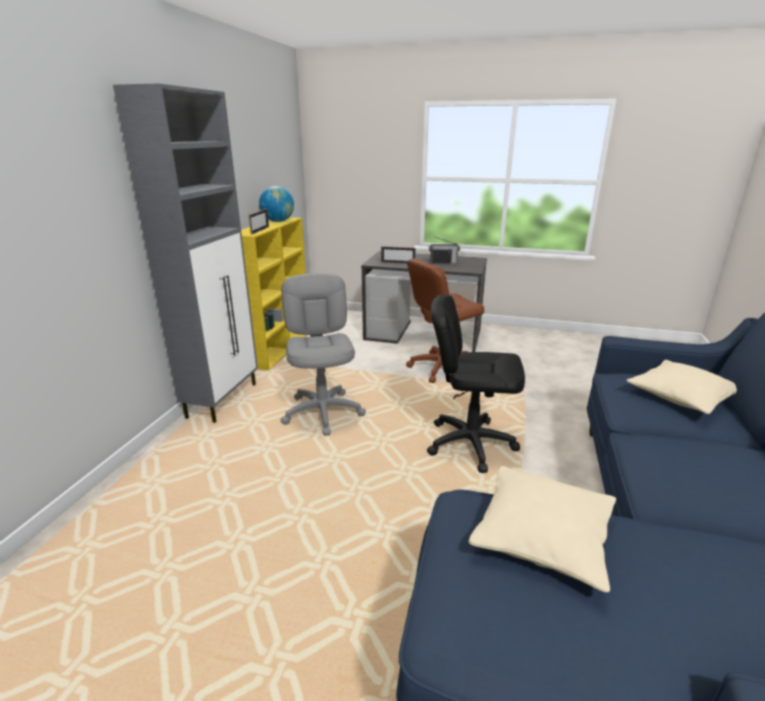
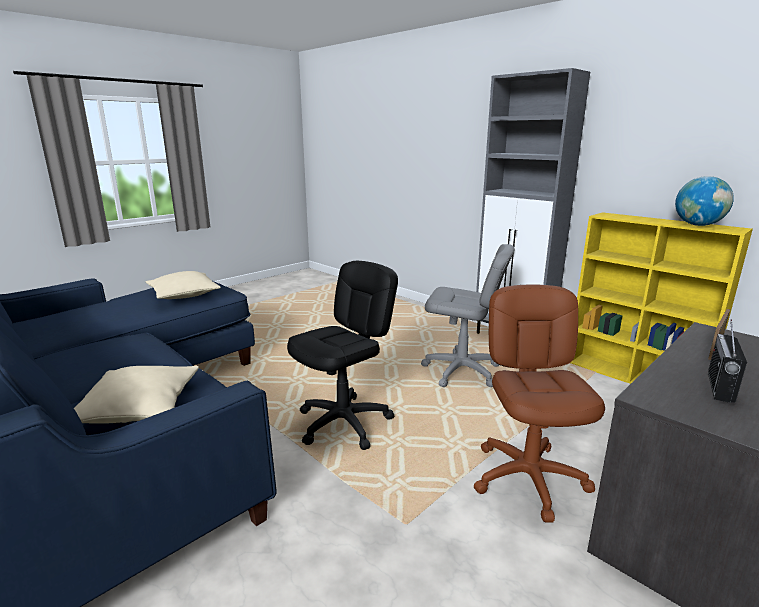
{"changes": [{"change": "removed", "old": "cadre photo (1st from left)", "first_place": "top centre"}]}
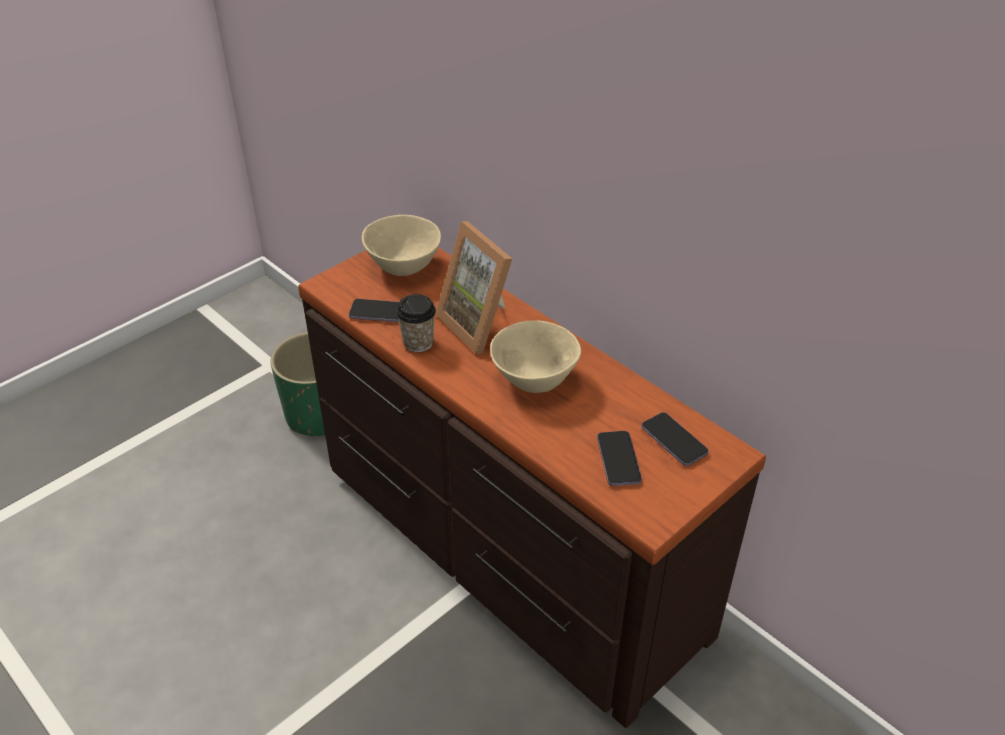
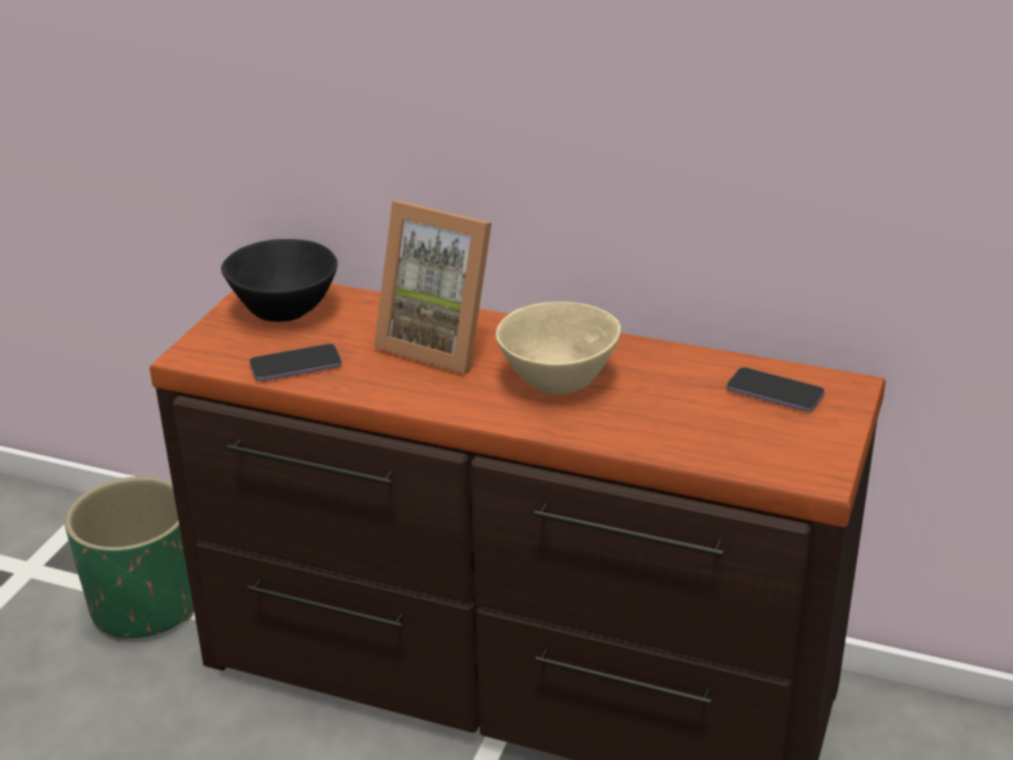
{"changes": [{"change": "recoloured", "old": "bol [beige] (1st from left)", "new": "bol [noir]", "first_place": "centre", "second_place": "middle left"}, {"change": "removed", "old": "tasse", "first_place": "centre"}, {"change": "removed", "old": "téléphone (2nd from left)", "first_place": "centre"}]}
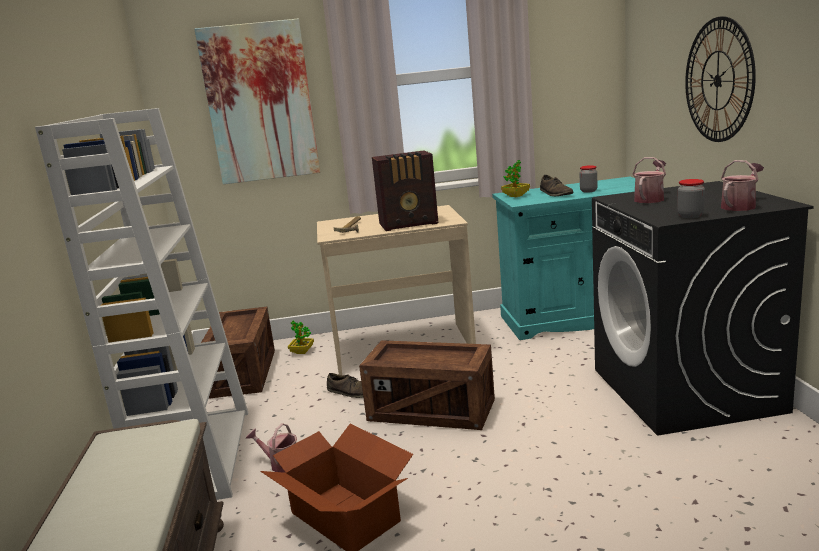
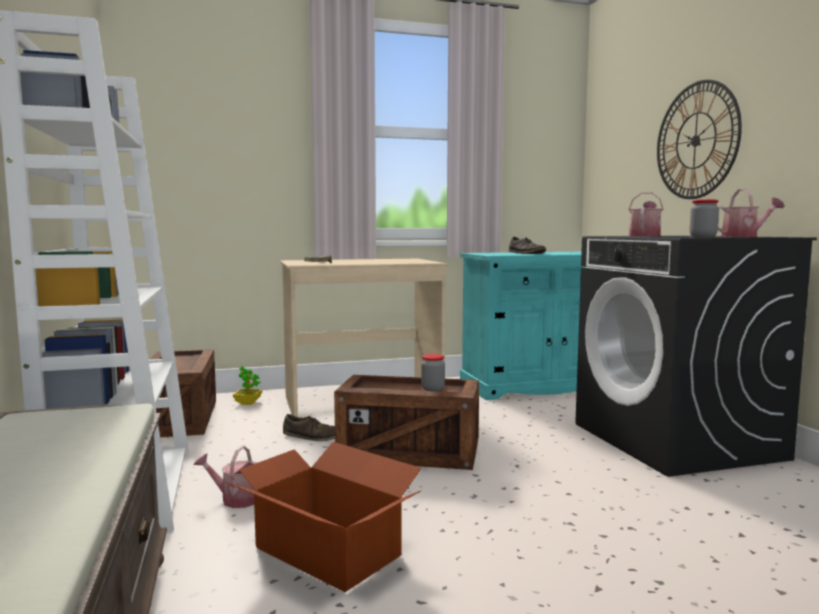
{"changes": [{"change": "removed", "old": "tableau", "first_place": "top left"}, {"change": "removed", "old": "radio", "first_place": "centre"}, {"change": "removed", "old": "plante en pot (2nd from left)", "first_place": "top centre"}, {"change": "turned", "old": "arrosoir (3rd from left)", "first_place": "middle right", "second_place": "middle right", "degrees": 45}, {"change": "moved", "old": "bocal (1st from left)", "first_place": "top right", "second_place": "centre"}]}
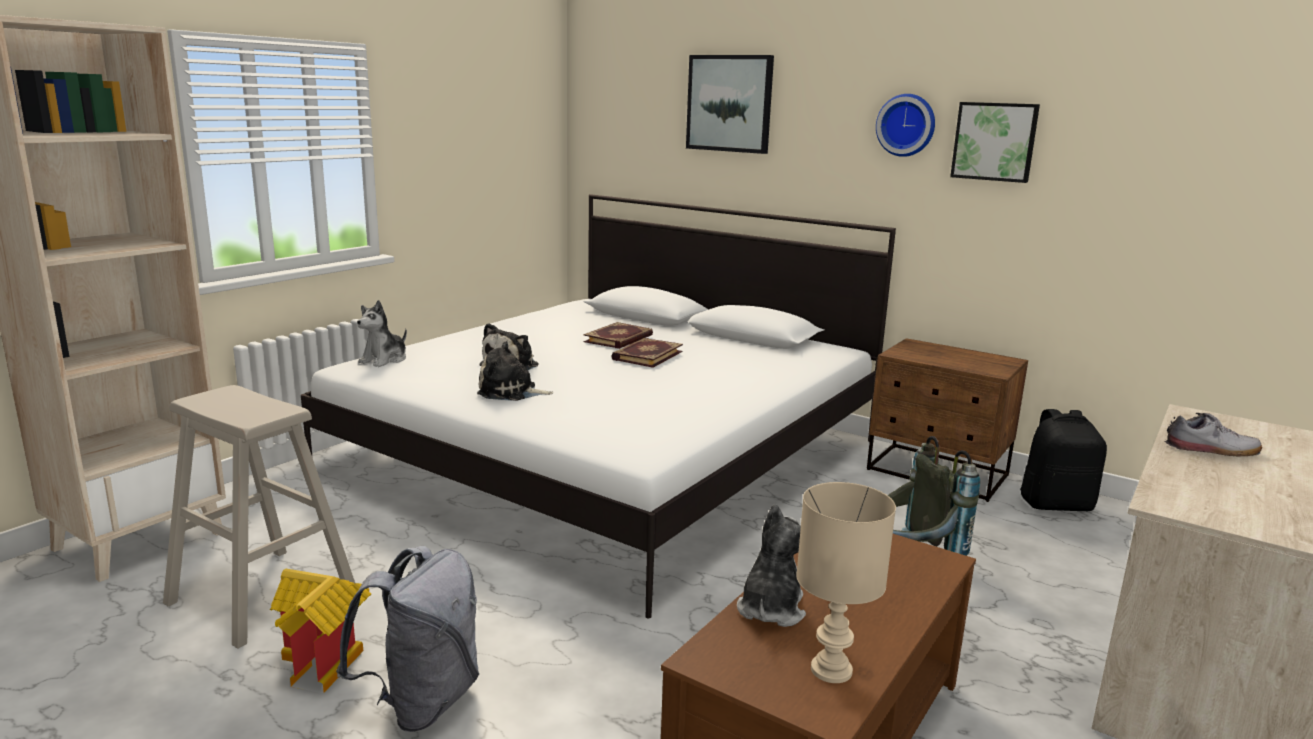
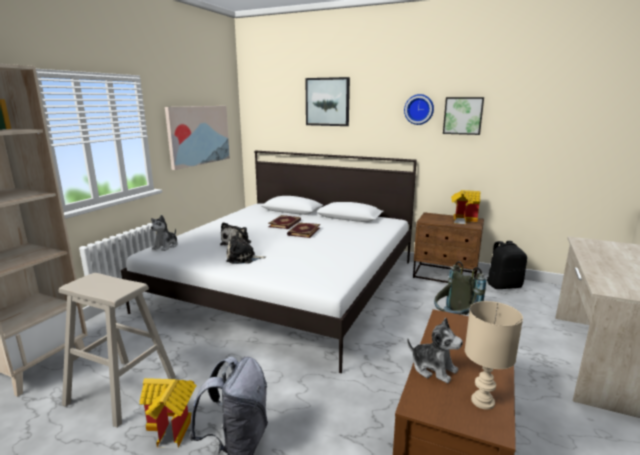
{"changes": [{"change": "removed", "old": "chaussure", "first_place": "middle right"}, {"change": "turned", "old": "peluche (4th from left)", "first_place": "bottom centre", "second_place": "bottom right", "degrees": 120}, {"change": "added", "new": "tableau (1st from left)", "second_place": "top left"}, {"change": "added", "new": "maison miniature (2nd from left)", "second_place": "middle right"}]}
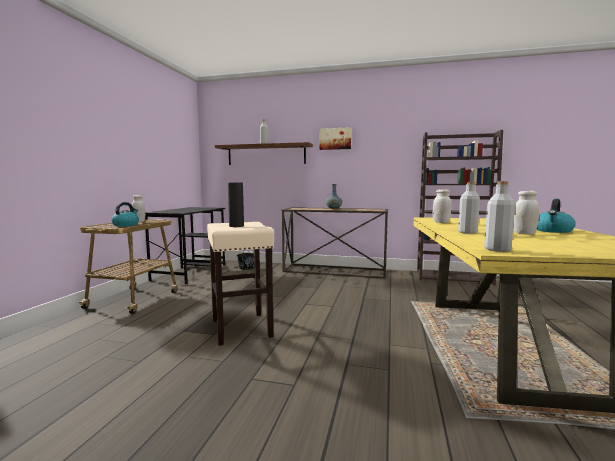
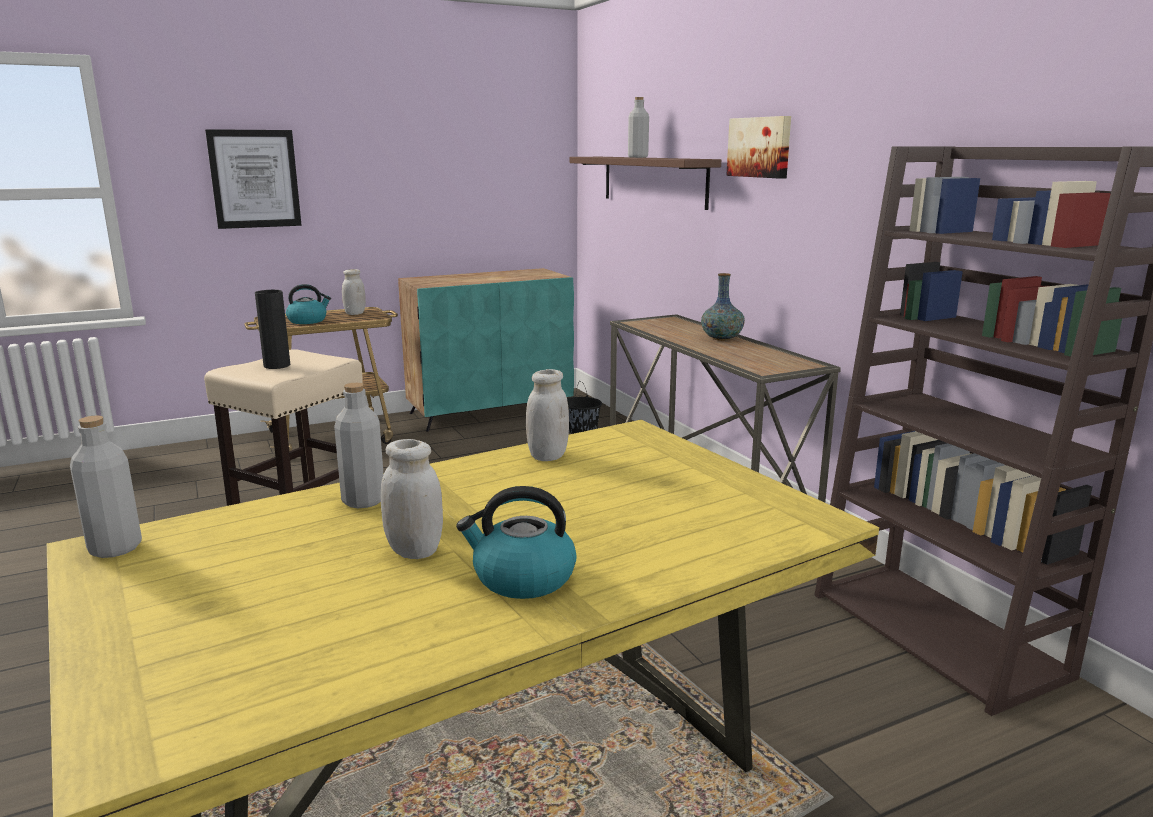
{"changes": [{"change": "replaced", "old": "bureau [noir]", "new": "meuble de rangement [turquoise]", "first_place": "middle left", "second_place": "centre"}, {"change": "added", "new": "tableau (1st from left)", "second_place": "top left"}]}
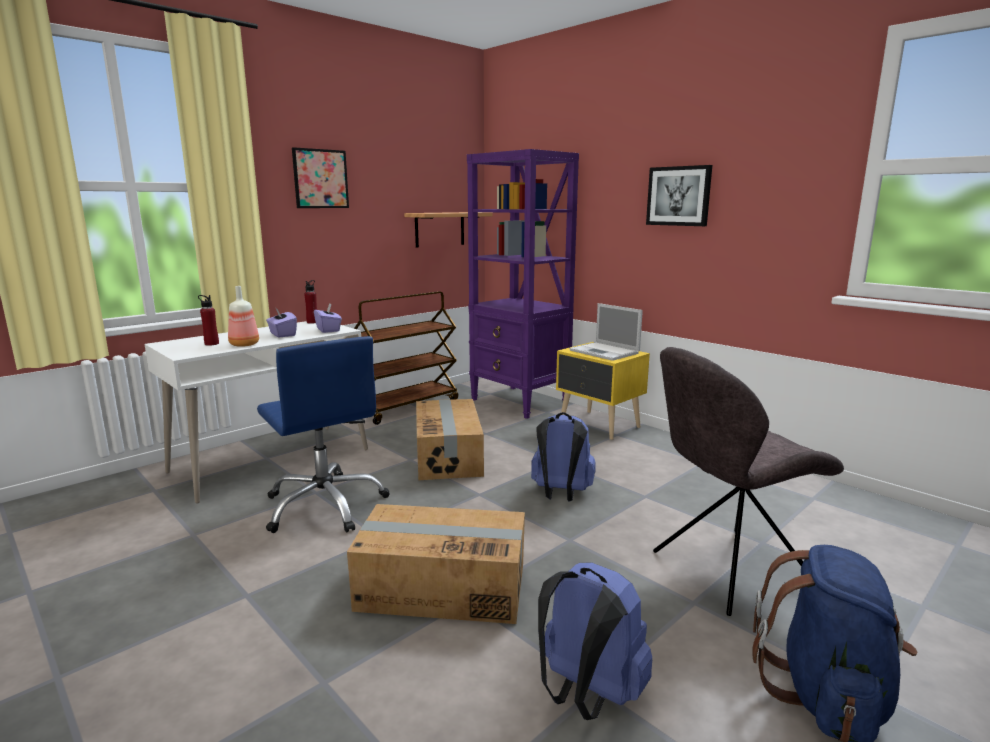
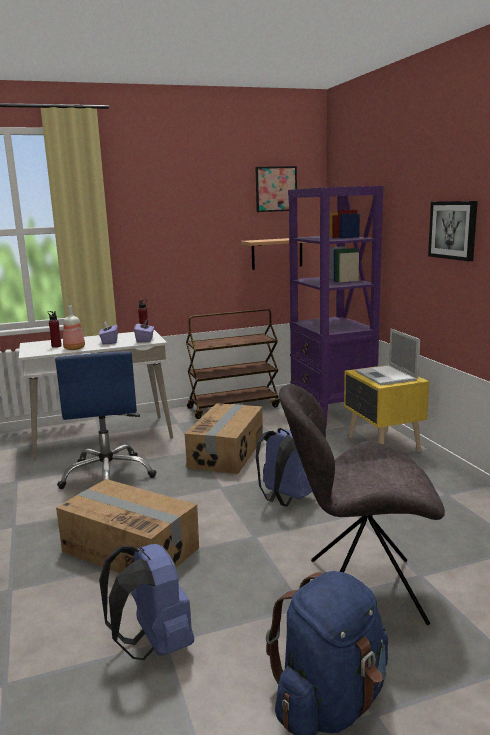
{"changes": [{"change": "moved", "old": "tableau (1st from left)", "first_place": "top left", "second_place": "top centre"}]}
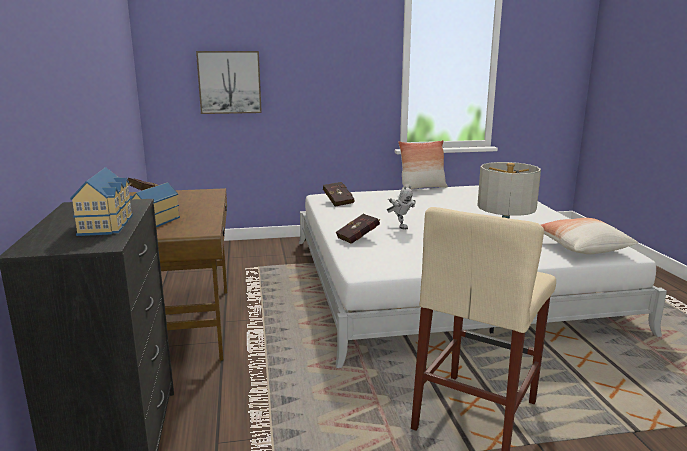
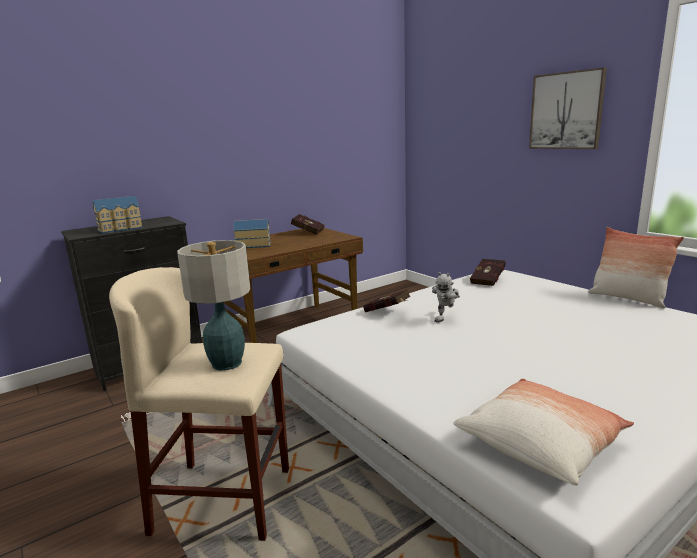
{"changes": [{"change": "moved", "old": "tableau", "first_place": "top centre", "second_place": "top right"}]}
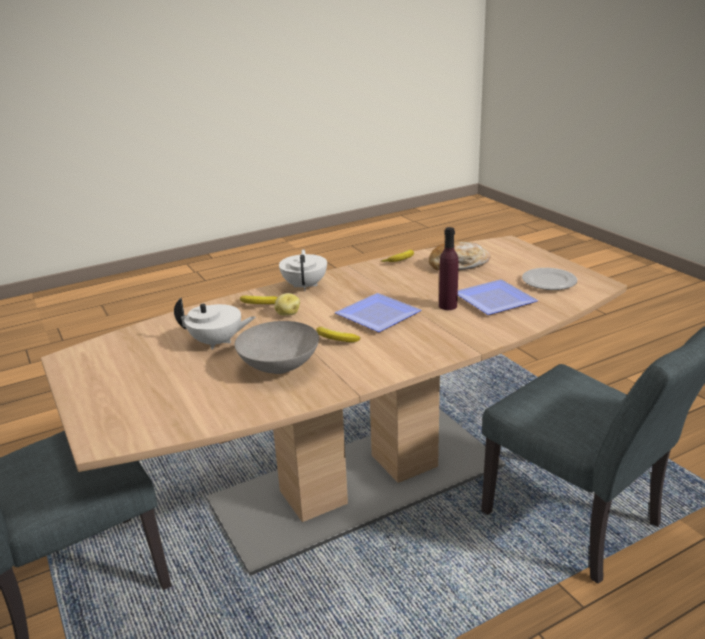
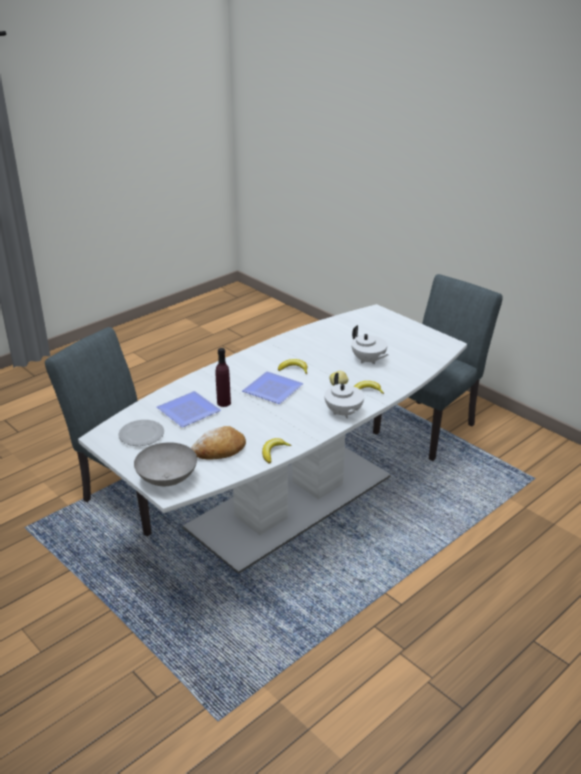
{"changes": [{"change": "recoloured", "old": "table à manger [marron]", "new": "table à manger [blanc]", "first_place": "centre", "second_place": "centre"}, {"change": "turned", "old": "théière [blanc] (1st from left in the first image)", "first_place": "middle left", "second_place": "centre", "degrees": -120}, {"change": "moved", "old": "bol [gris]", "first_place": "centre", "second_place": "middle left"}]}
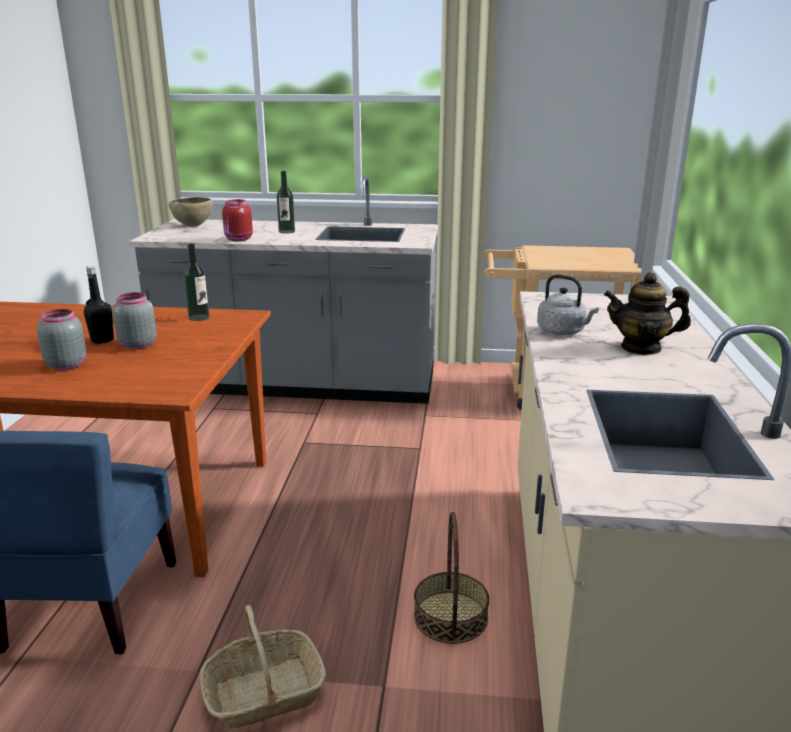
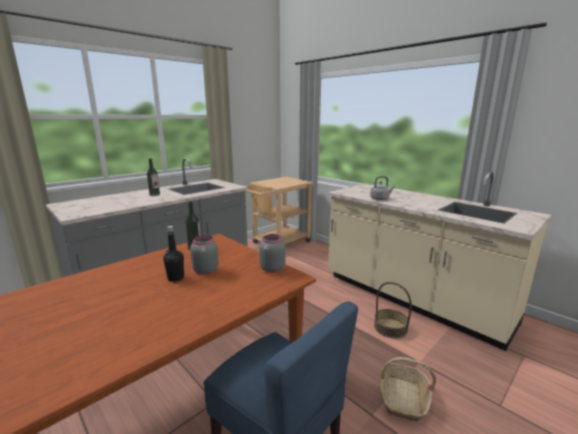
{"changes": [{"change": "removed", "old": "bol [marron]", "first_place": "top left"}, {"change": "removed", "old": "bocal [rouge]", "first_place": "top left"}, {"change": "removed", "old": "théière", "first_place": "middle right"}, {"change": "moved", "old": "bocal [gris] (1st from left in the first image)", "new": "bocal [gris] (2nd from left)", "first_place": "middle left", "second_place": "centre"}]}
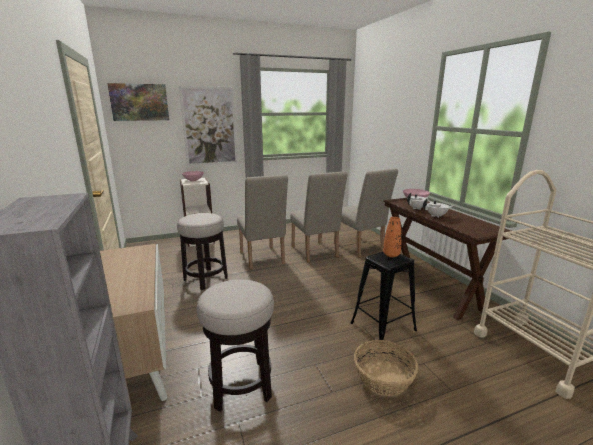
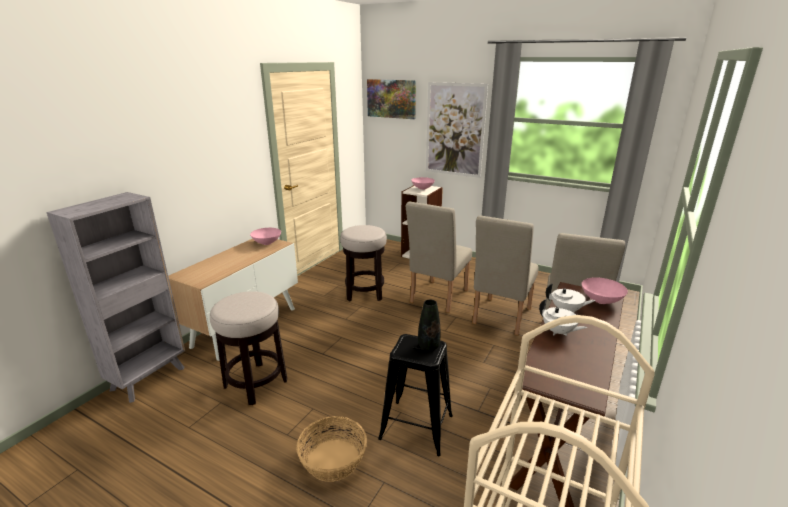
{"changes": [{"change": "recoloured", "old": "vase [orange]", "new": "vase [noir]", "first_place": "centre", "second_place": "centre"}, {"change": "added", "new": "bol [rose] (1st from left)", "second_place": "centre"}]}
